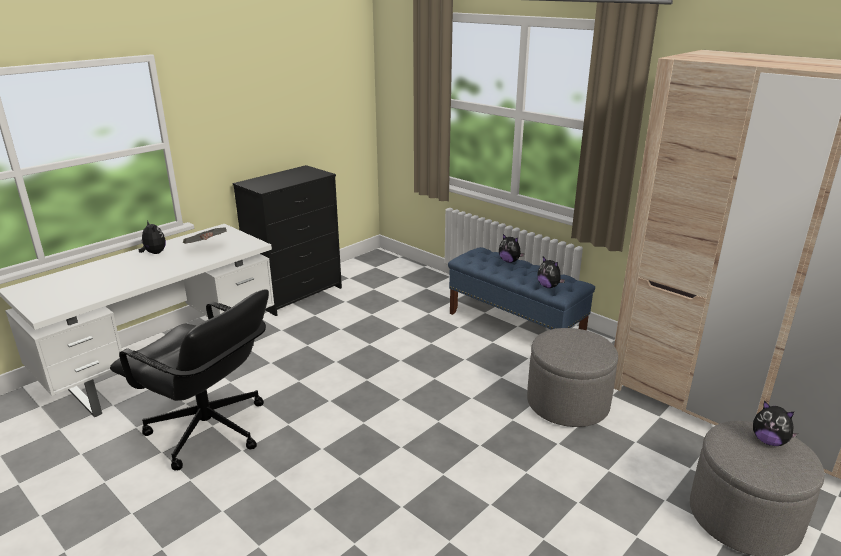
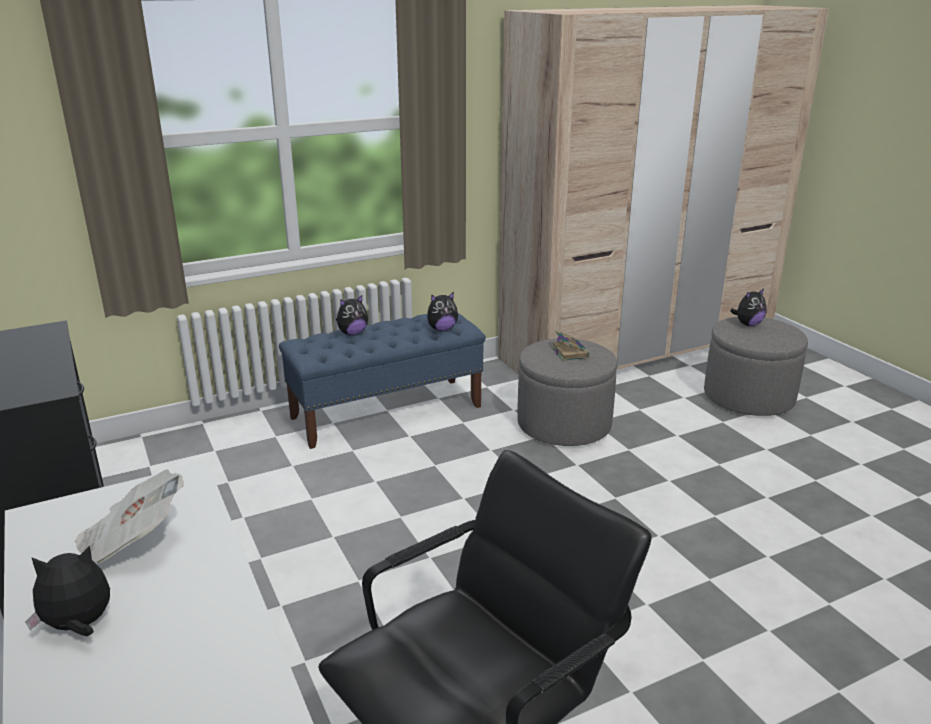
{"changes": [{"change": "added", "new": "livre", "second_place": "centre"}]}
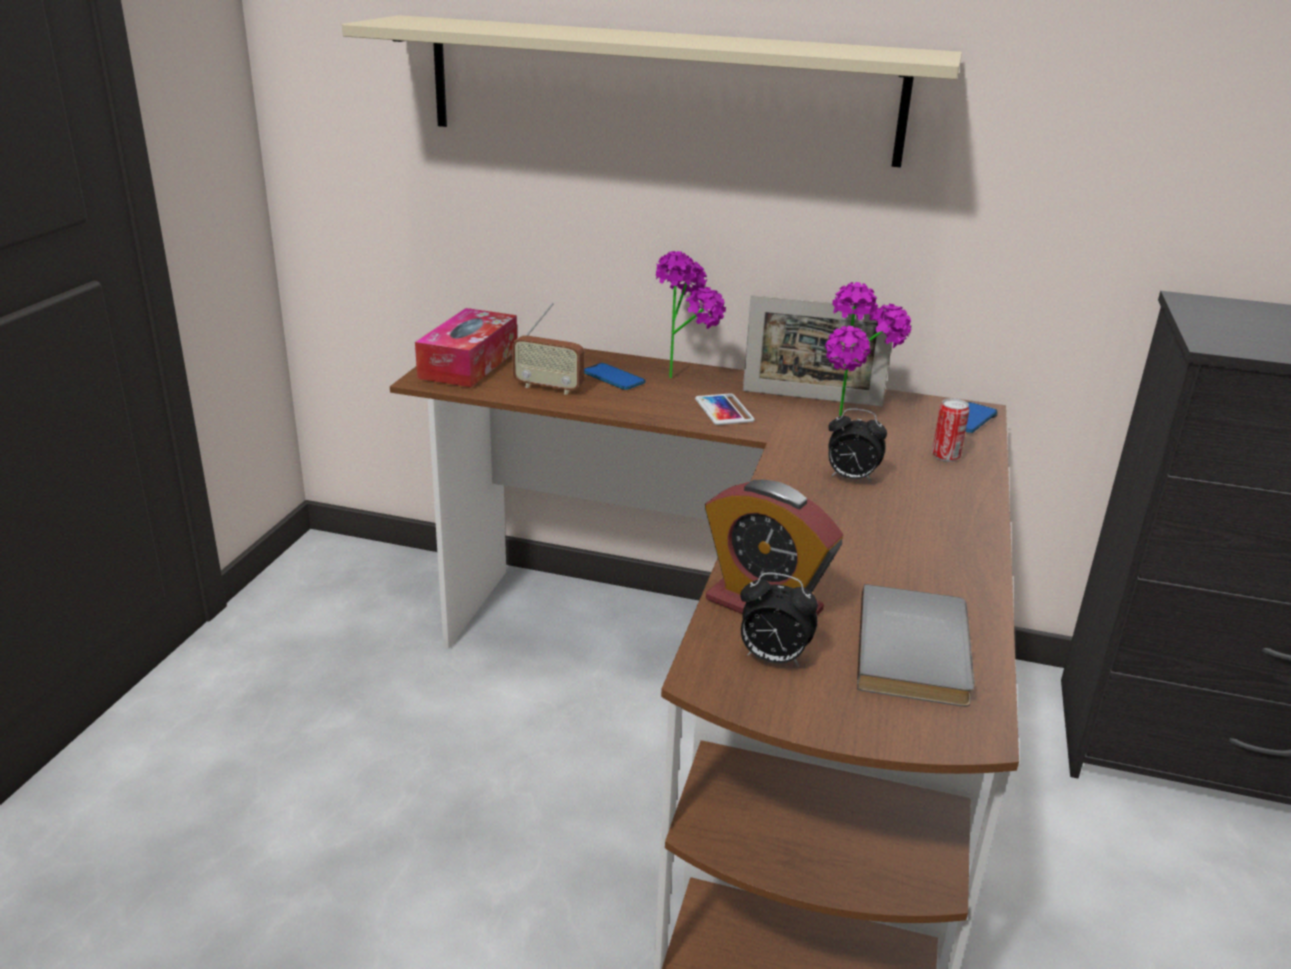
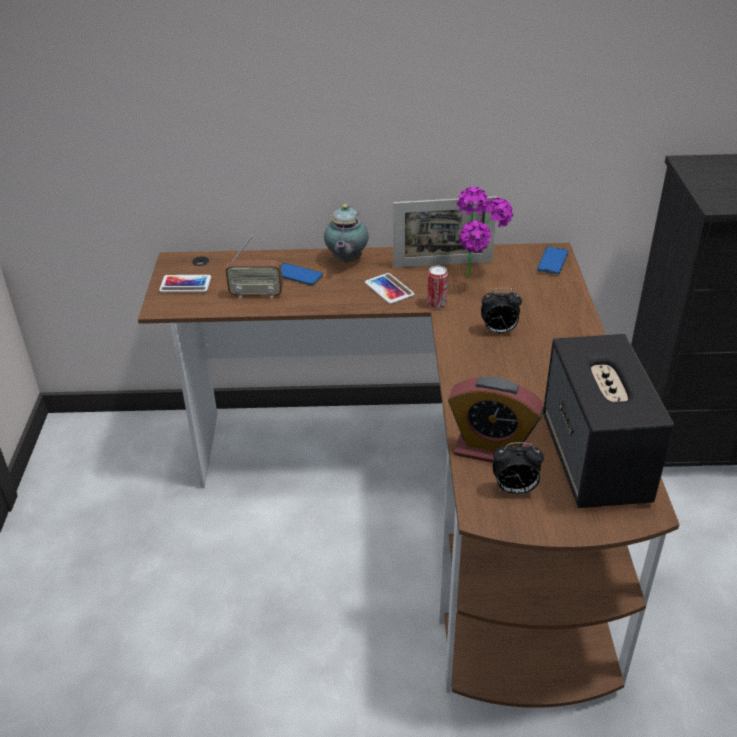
{"changes": [{"change": "removed", "old": "étagère [beige]", "first_place": "top centre"}, {"change": "replaced", "old": "plante en pot (1st from left)", "new": "théière", "first_place": "top centre", "second_place": "top centre"}, {"change": "replaced", "old": "boîte à mouchoirs", "new": "téléphone (1st from left)", "first_place": "centre", "second_place": "middle left"}, {"change": "moved", "old": "boîte métallique", "first_place": "middle right", "second_place": "centre"}, {"change": "replaced", "old": "livre [gris]", "new": "enceinte", "first_place": "middle right", "second_place": "middle right"}]}
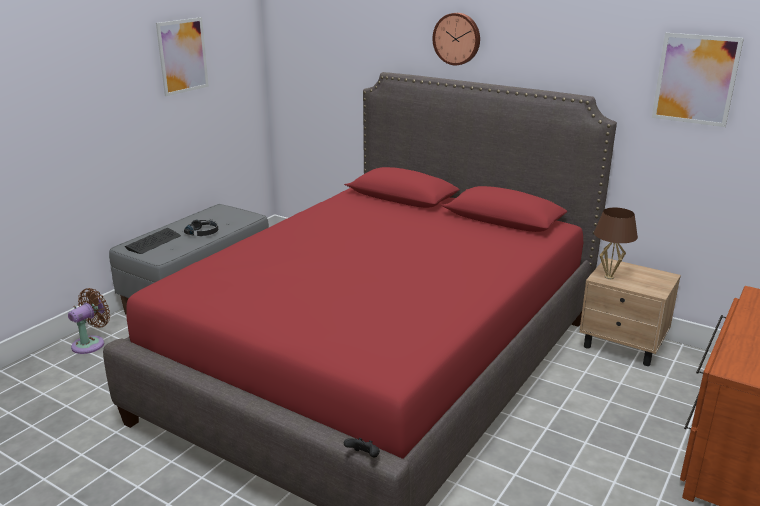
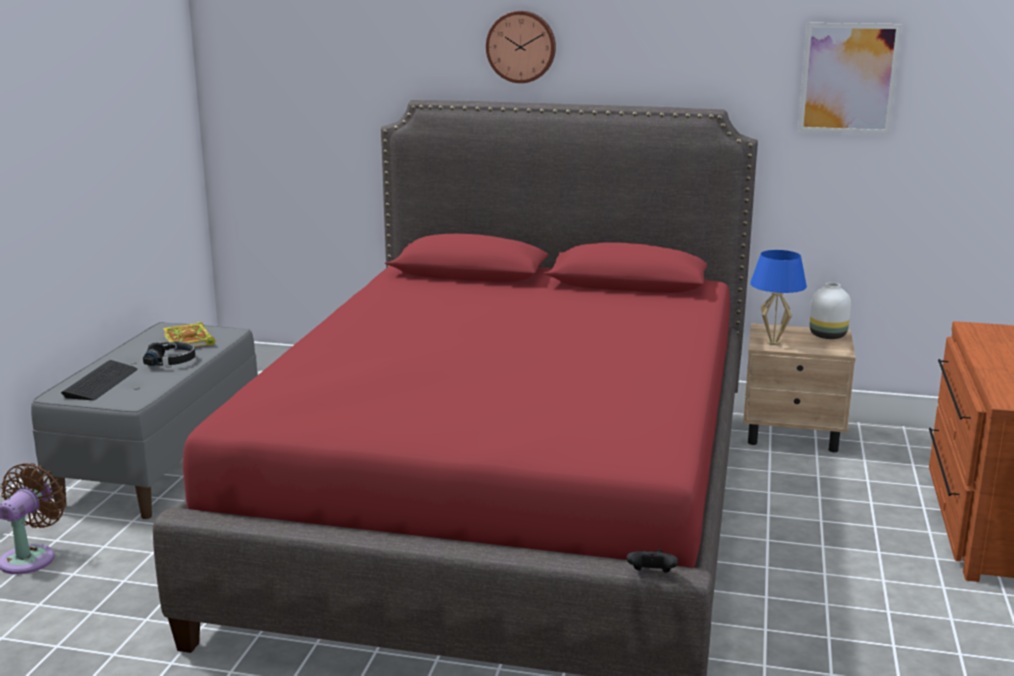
{"changes": [{"change": "removed", "old": "tableau (1st from left)", "first_place": "top left"}, {"change": "recoloured", "old": "lampe de table [marron]", "new": "lampe de table [bleu]", "first_place": "middle right", "second_place": "middle right"}, {"change": "added", "new": "vase [blanc]", "second_place": "middle right"}, {"change": "added", "new": "livre", "second_place": "middle left"}]}
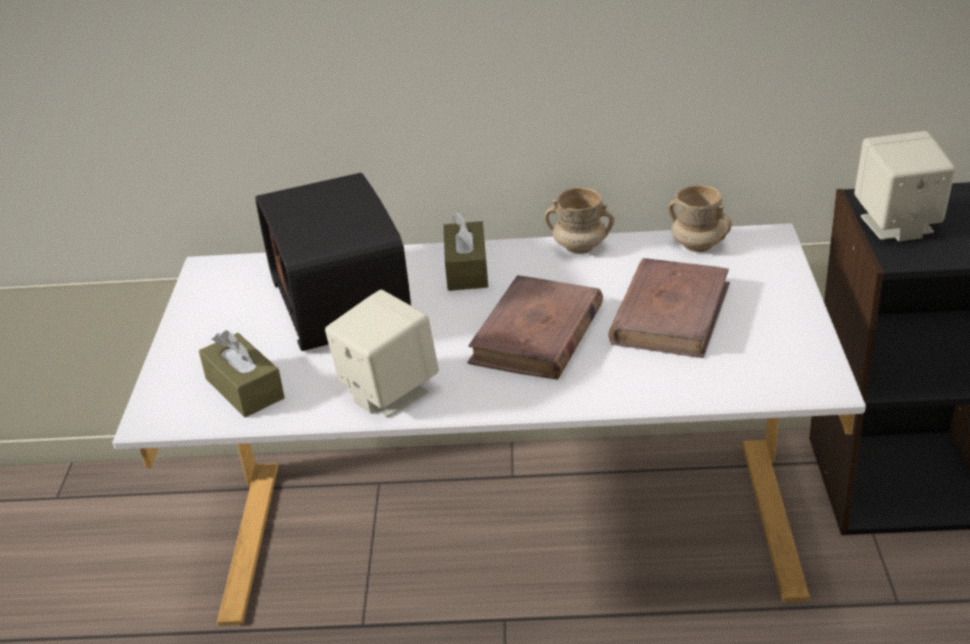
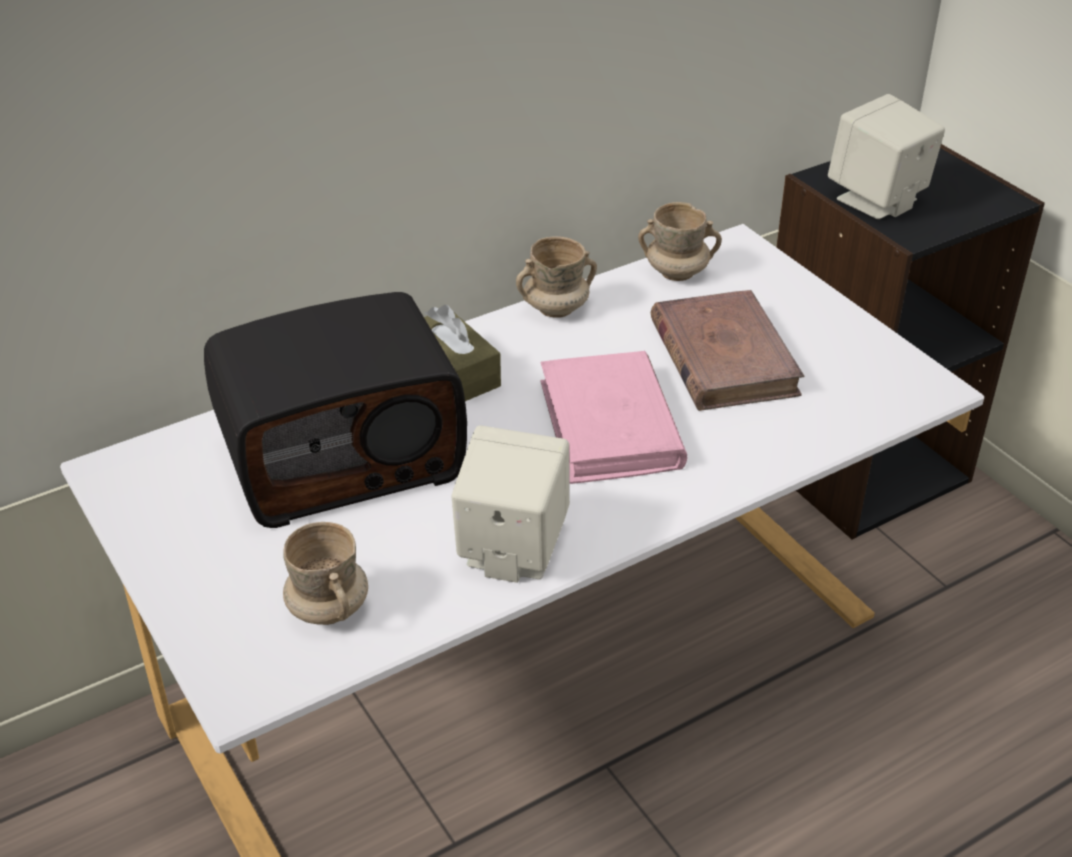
{"changes": [{"change": "turned", "old": "radio", "first_place": "centre", "second_place": "middle left", "degrees": -60}, {"change": "recoloured", "old": "livre [marron] (1st from left)", "new": "livre [rose]", "first_place": "centre", "second_place": "centre"}, {"change": "replaced", "old": "boîte à mouchoirs [marron] (1st from left)", "new": "mug [beige] (1st from left)", "first_place": "middle left", "second_place": "bottom left"}]}
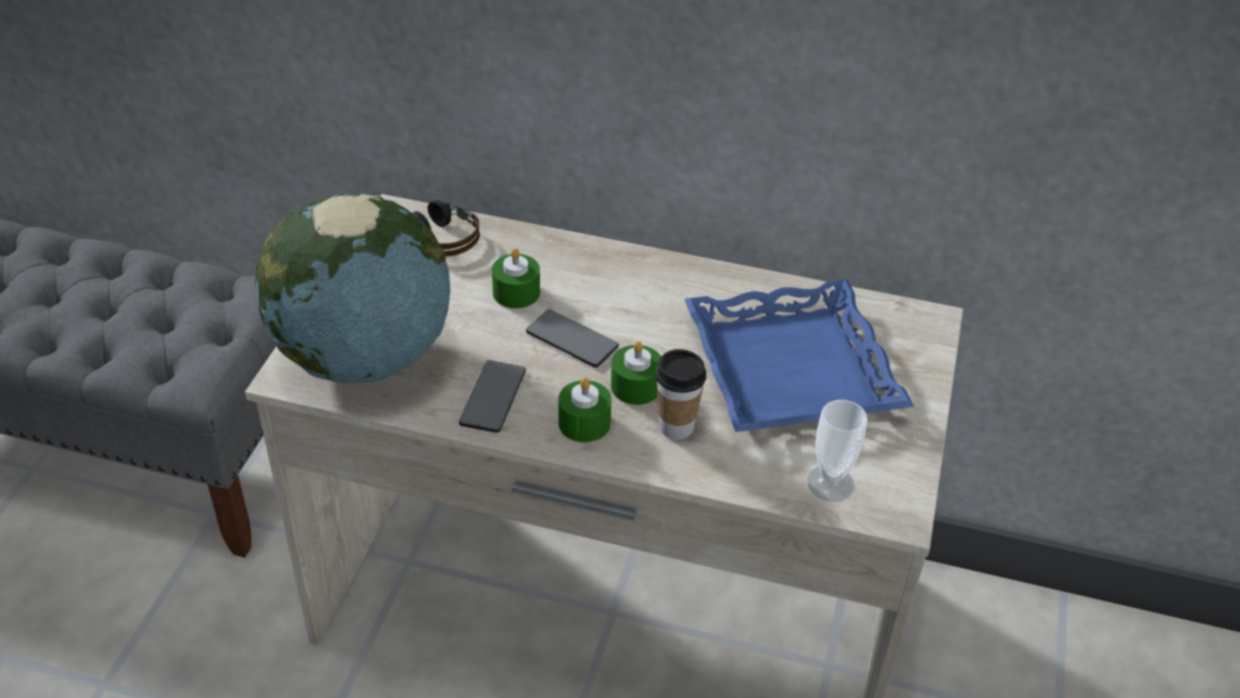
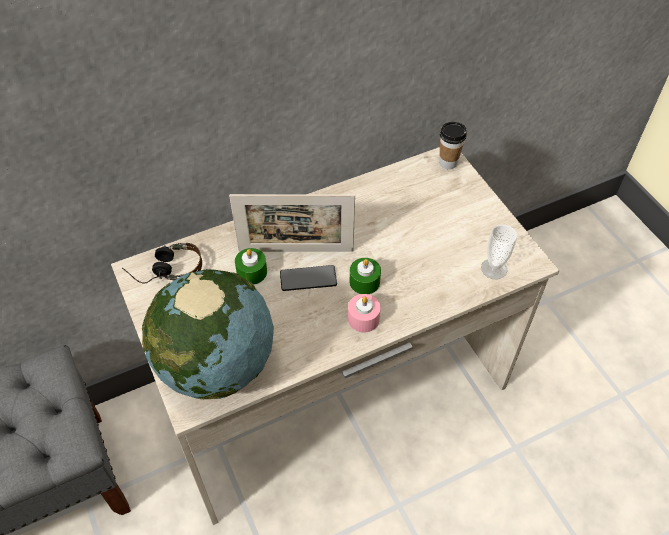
{"changes": [{"change": "removed", "old": "plateau [bleu]", "first_place": "centre"}, {"change": "moved", "old": "tasse (1st from left)", "first_place": "centre", "second_place": "top right"}, {"change": "removed", "old": "téléphone (1st from left)", "first_place": "centre"}, {"change": "recoloured", "old": "bougie [vert] (2nd from left)", "new": "bougie [rose]", "first_place": "centre", "second_place": "centre"}, {"change": "added", "new": "cadre photo", "second_place": "centre"}]}
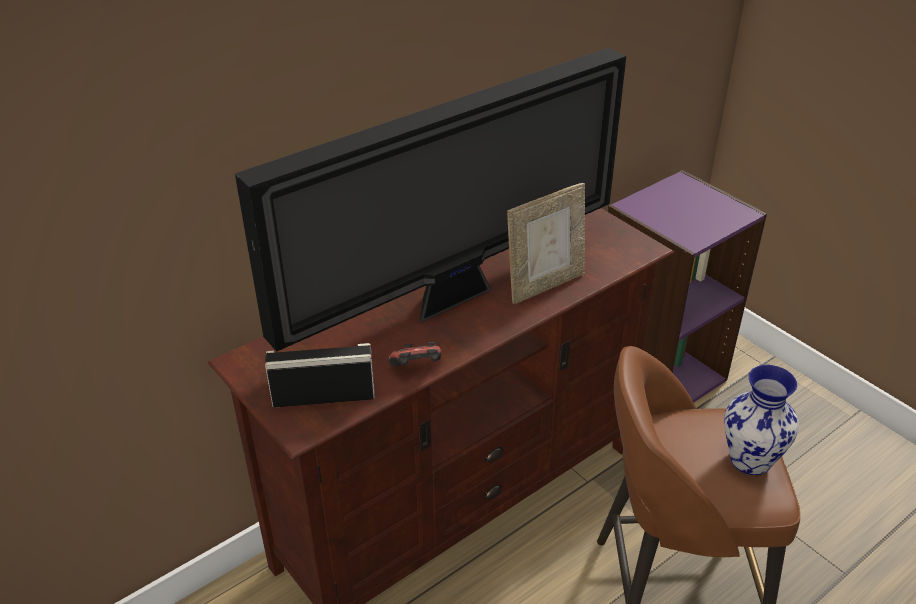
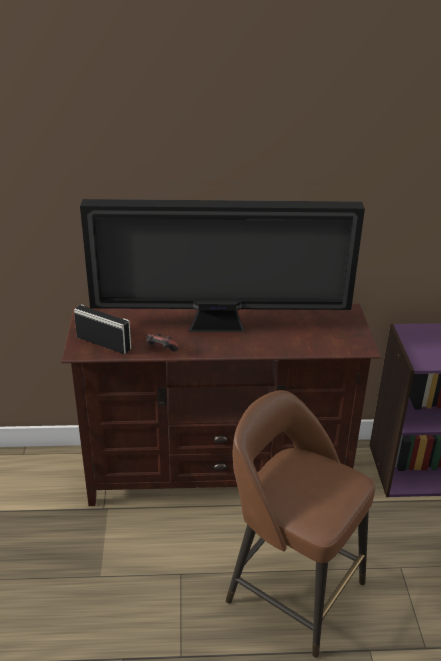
{"changes": [{"change": "removed", "old": "cadre photo", "first_place": "centre"}, {"change": "removed", "old": "vase", "first_place": "bottom right"}]}
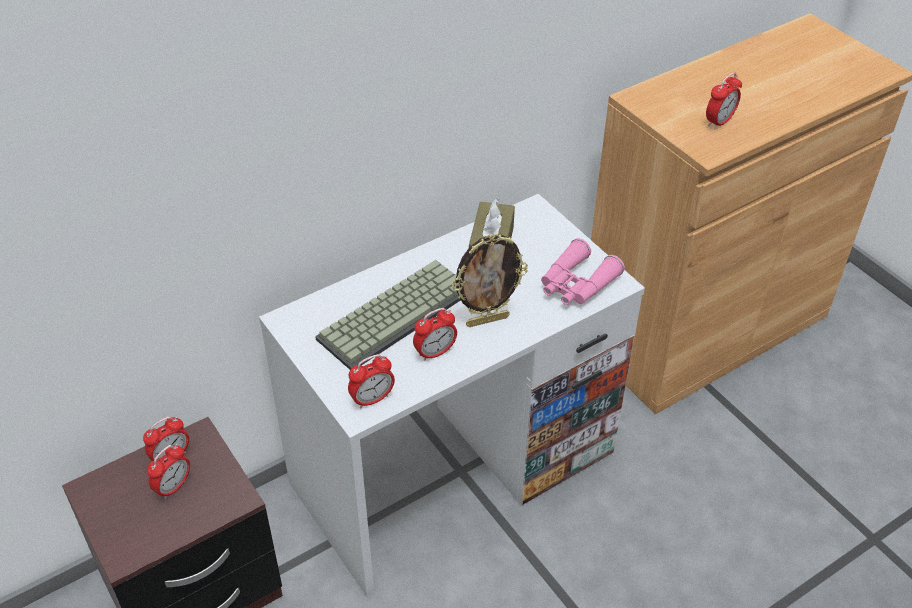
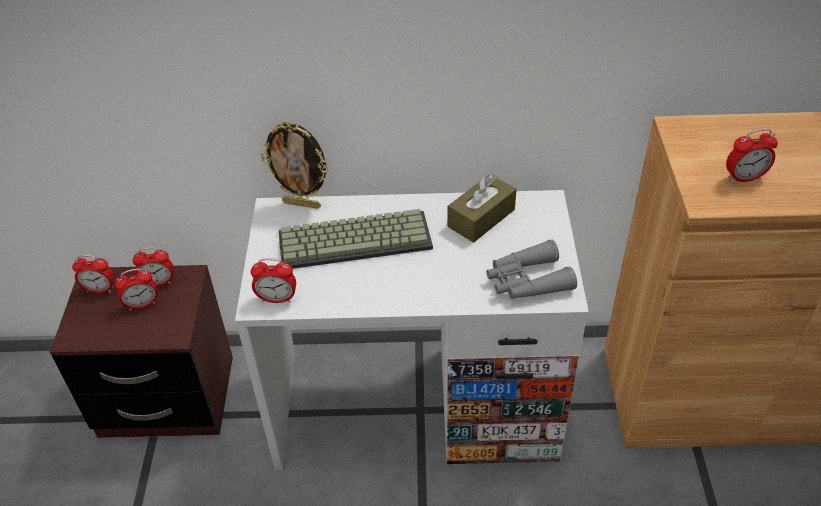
{"changes": [{"change": "moved", "old": "cadre photo", "first_place": "centre", "second_place": "top centre"}, {"change": "recoloured", "old": "jumelles [rose]", "new": "jumelles [gris]", "first_place": "centre", "second_place": "centre"}, {"change": "moved", "old": "réveil (4th from left in the first image)", "new": "réveil (1st from left)", "first_place": "centre", "second_place": "middle left"}]}
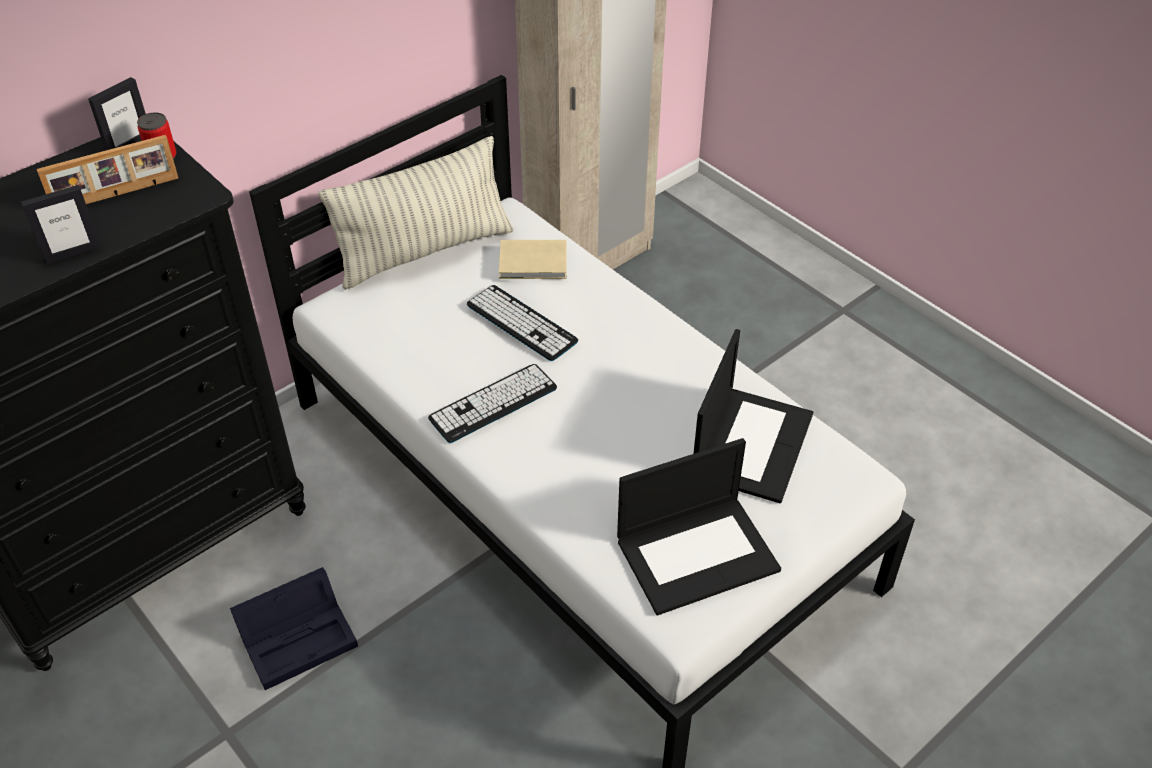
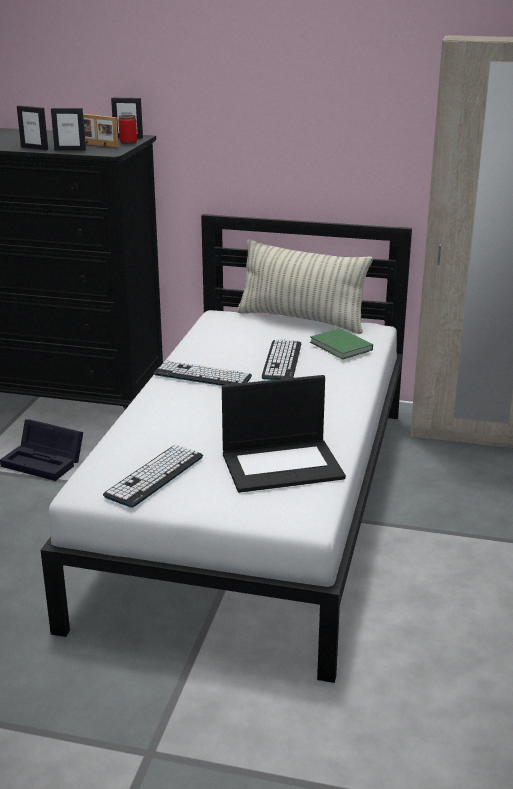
{"changes": [{"change": "recoloured", "old": "livre [beige]", "new": "livre [vert]", "first_place": "centre", "second_place": "centre"}, {"change": "replaced", "old": "ordinateur portable (1st from left)", "new": "clavier (1st from left)", "first_place": "bottom centre", "second_place": "middle left"}, {"change": "added", "new": "cadre photo (2nd from left)", "second_place": "top left"}]}
